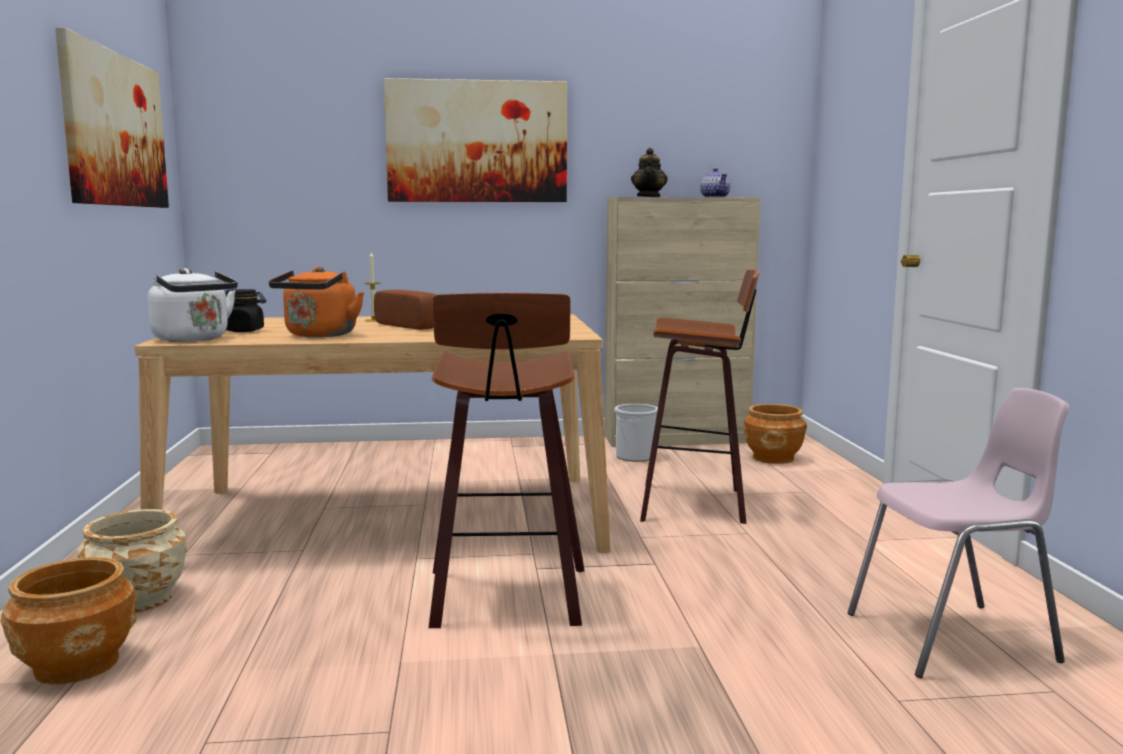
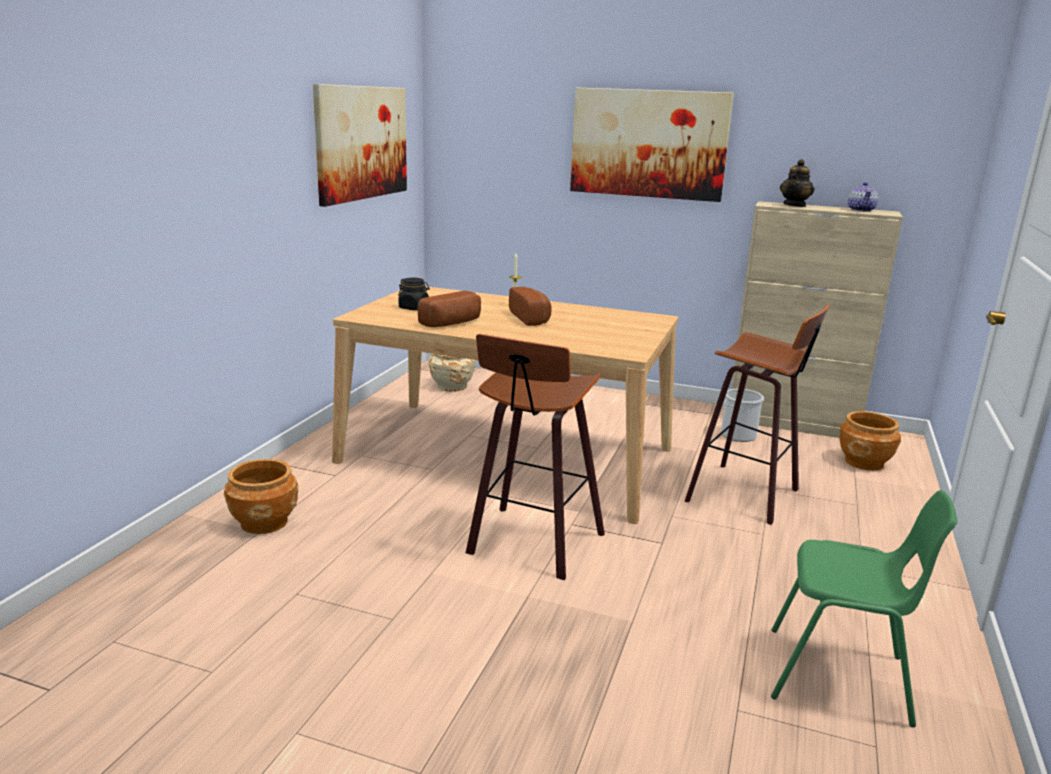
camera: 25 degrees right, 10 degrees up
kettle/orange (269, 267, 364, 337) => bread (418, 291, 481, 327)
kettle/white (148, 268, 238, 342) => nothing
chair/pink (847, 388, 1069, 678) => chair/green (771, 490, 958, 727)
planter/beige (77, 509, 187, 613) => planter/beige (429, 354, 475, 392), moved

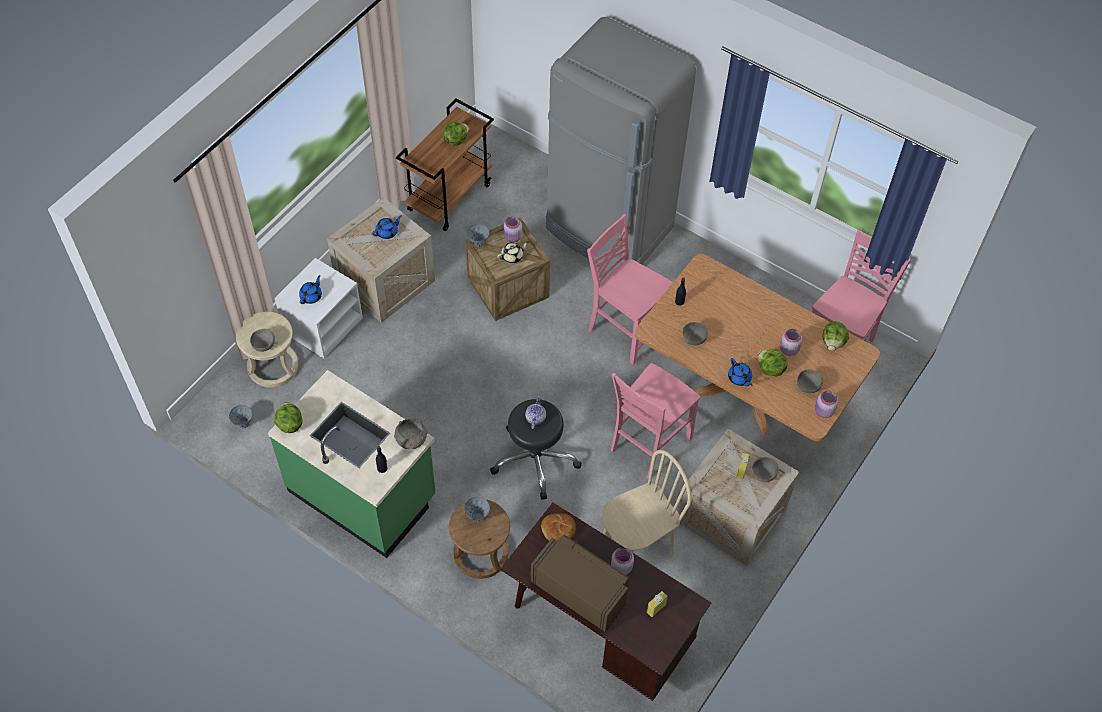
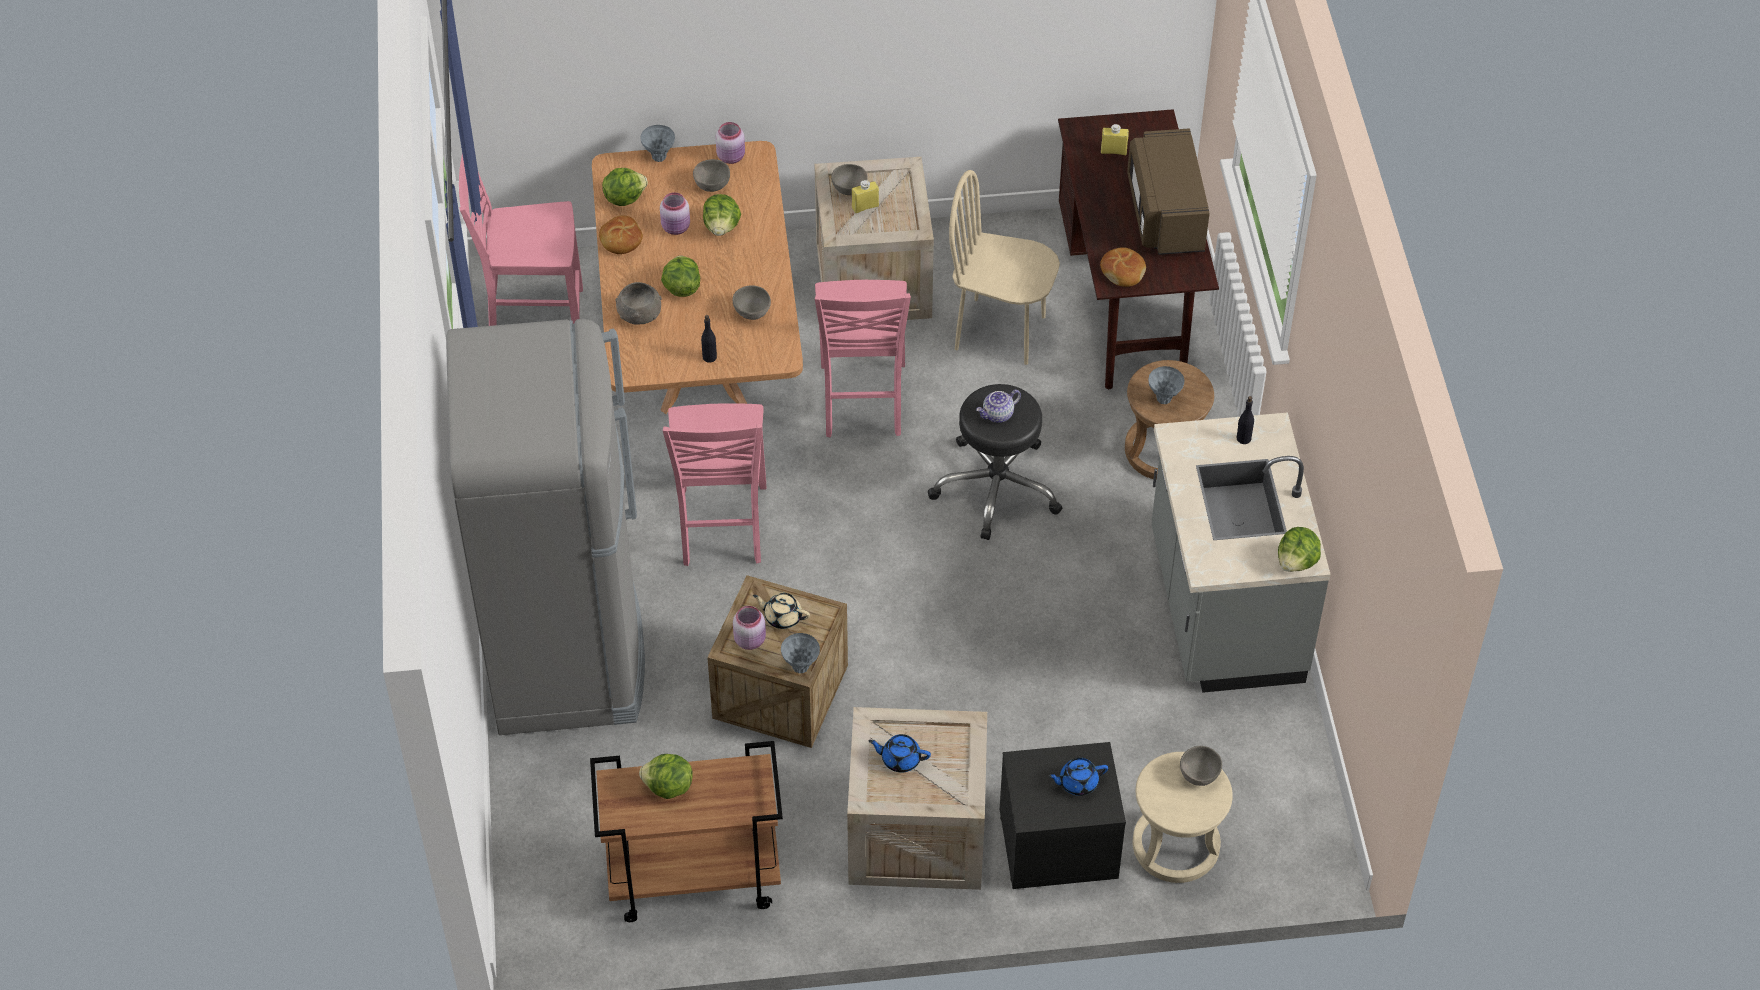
camera: 130 degrees left, 5 degrees down
nightstand/white (274, 258, 363, 358) => nightstand/black (1000, 742, 1126, 889)
teapot/blue (728, 358, 752, 386) => nothing
chair/pink (611, 363, 700, 478) => chair/pink (815, 280, 911, 437), 90 degrees clockwise
counter/green (268, 370, 436, 558) => counter/grey (1151, 412, 1331, 693)
vase/grey (229, 405, 253, 428) => vase/grey (640, 125, 675, 162), moved
bowl/grey (394, 418, 428, 450) => bowl/grey (615, 282, 662, 325), moved
jar/pink (611, 548, 634, 575) => nothing
nothing => bread (599, 215, 643, 254)
nothing => lettuce (661, 256, 700, 297)

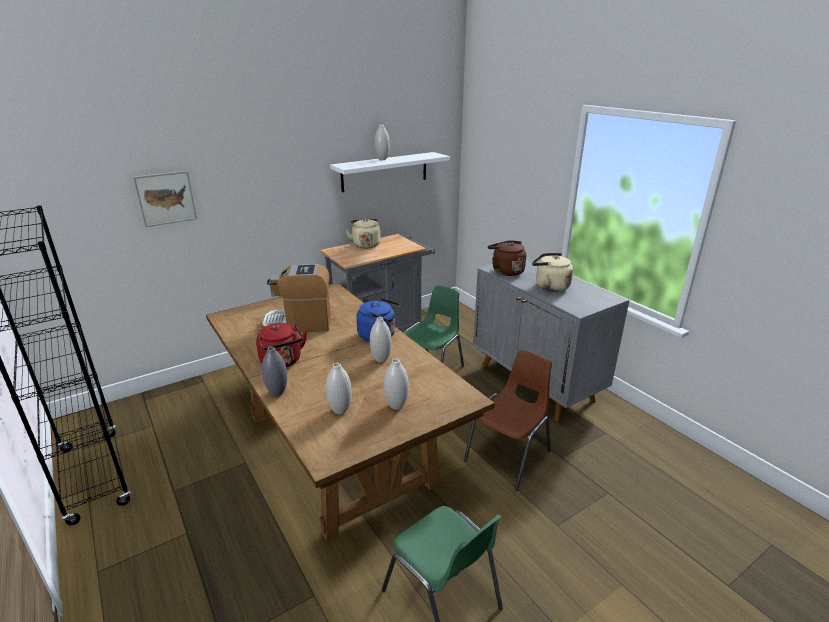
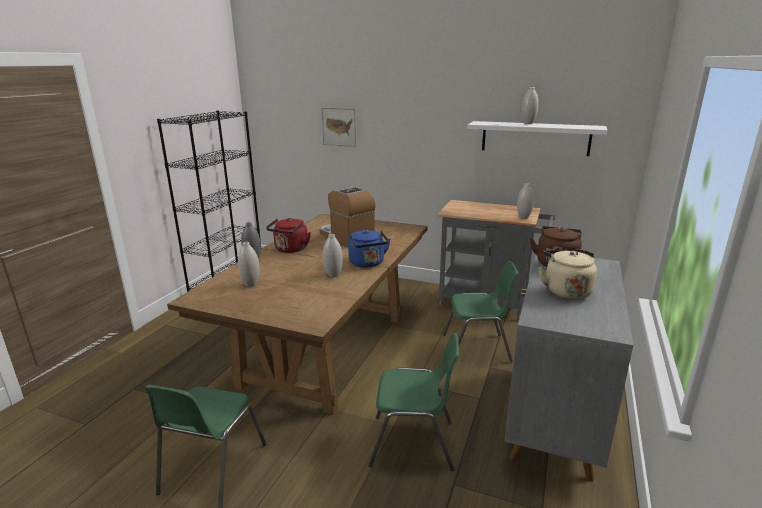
camera: 55 degrees right, 5 degrees down
kettle/beige (346, 219, 380, 248) => nothing
chair/brown (464, 350, 552, 491) => chair/green (368, 333, 459, 471)
vase/white (384, 359, 409, 410) => vase/white (517, 183, 534, 219), moved

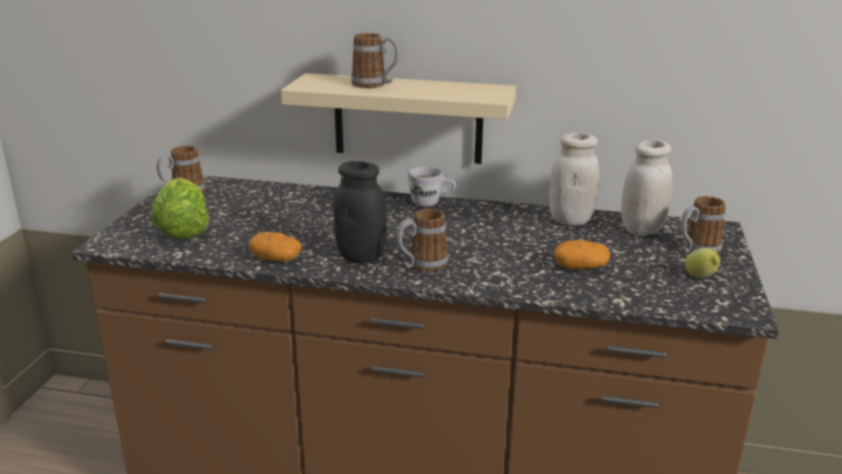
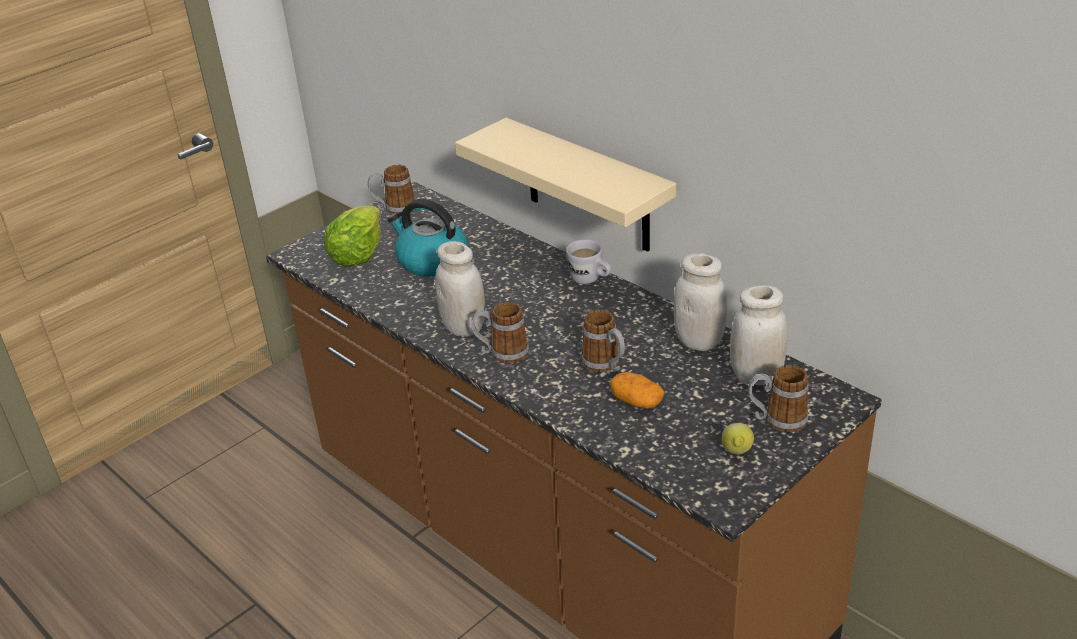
camera: 35 degrees right, 10 degrees up
mug (351, 33, 399, 88) => mug (581, 310, 625, 372), moved
jar/black (333, 161, 387, 263) => jar/white (435, 241, 485, 337)
potato (249, 232, 302, 261) => nothing
nothing => kettle (388, 199, 468, 277)

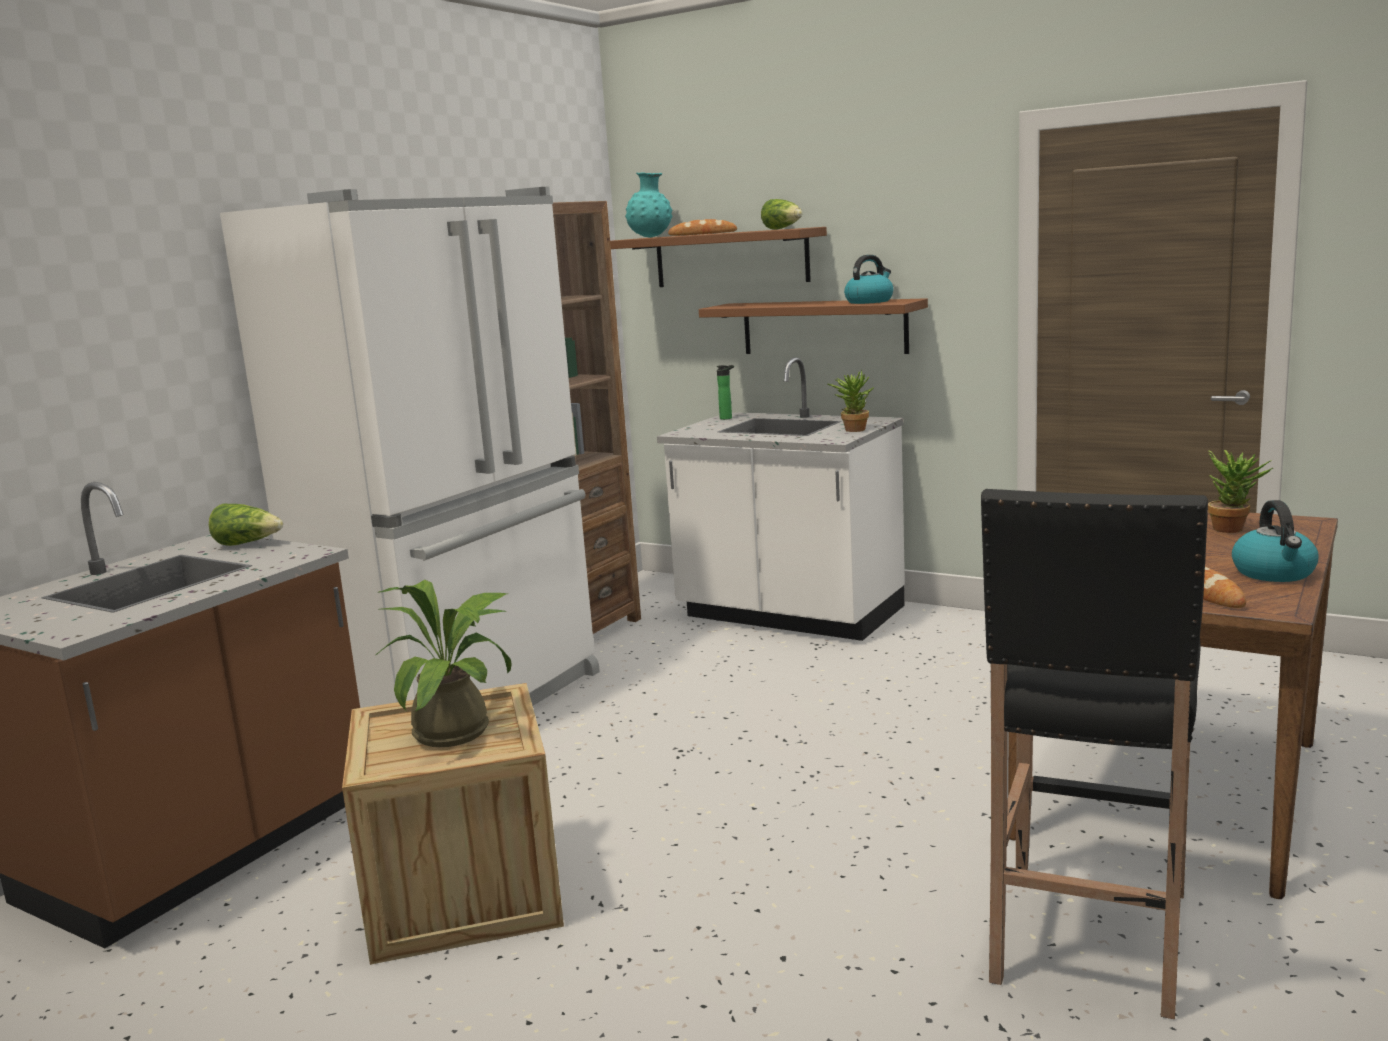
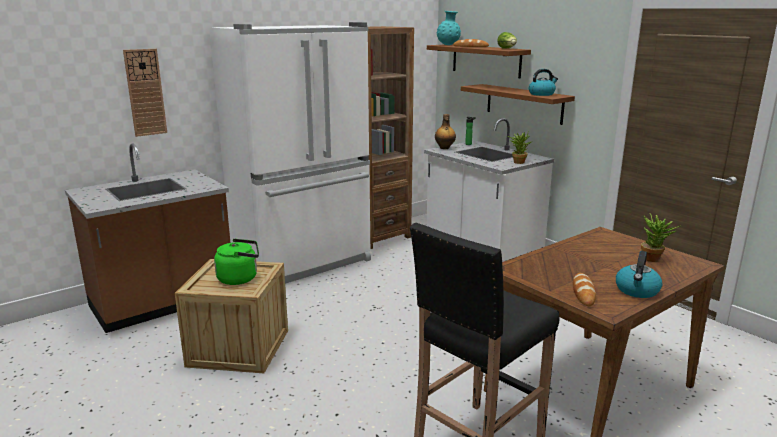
camera: 20 degrees right, 5 degrees up
lettuce (209, 504, 283, 546) => nothing
potted plant (376, 579, 512, 747) => kettle/green (214, 239, 259, 285)
nothing => wall clock (123, 49, 167, 137)
nothing => bottle (435, 114, 456, 149)

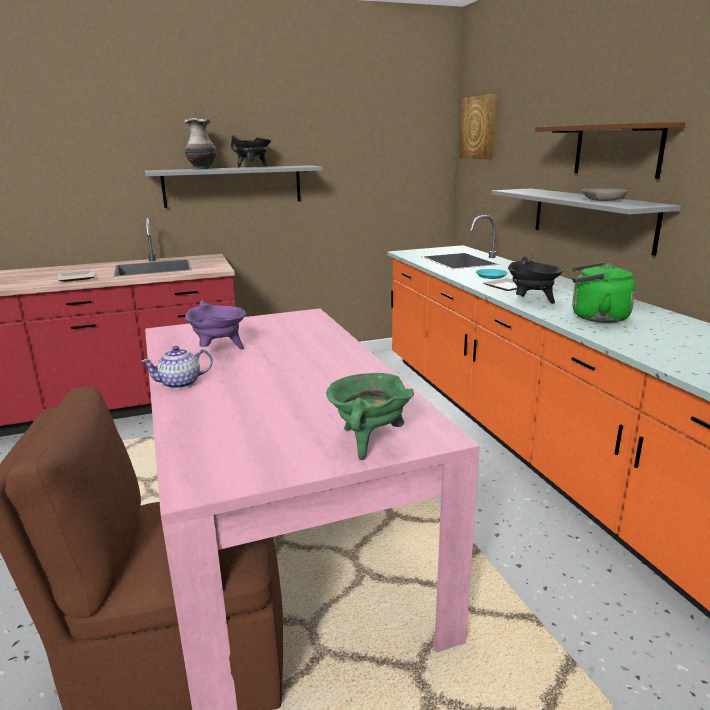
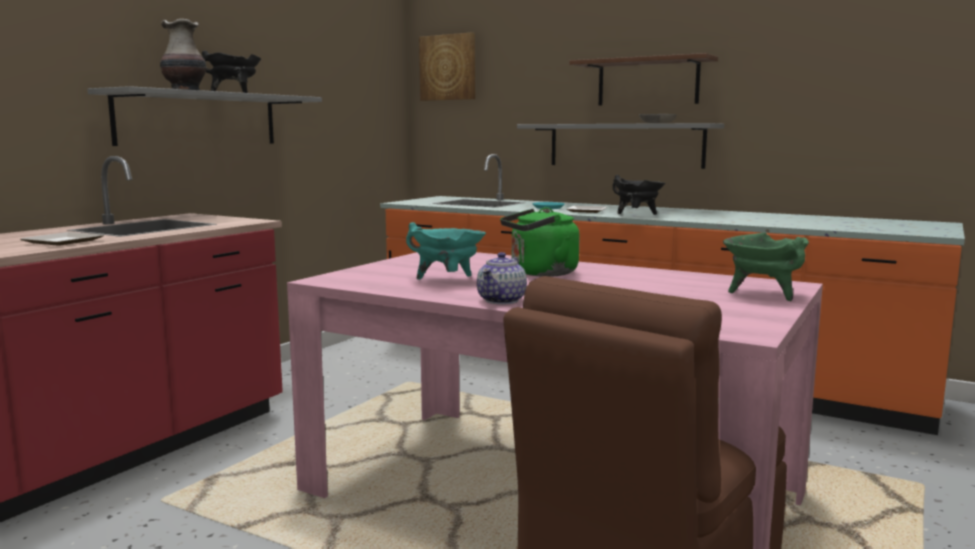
camera: 40 degrees left, 10 degrees down
kettle/green (572, 262, 636, 323) => kettle/green (500, 207, 580, 277), moved
cooking pot/purple (185, 300, 246, 349) => cooking pot/turquoise (406, 222, 486, 280)

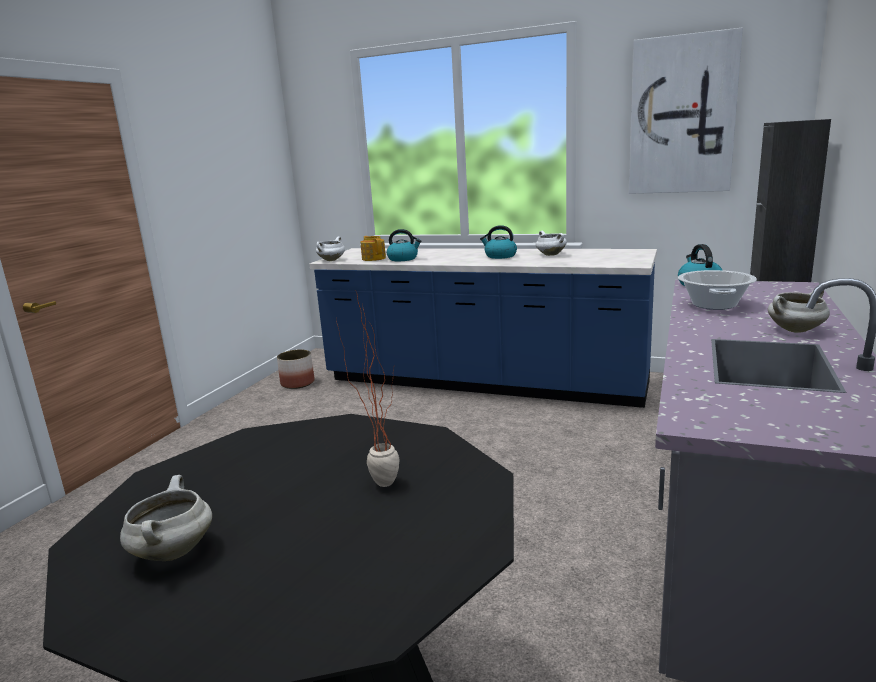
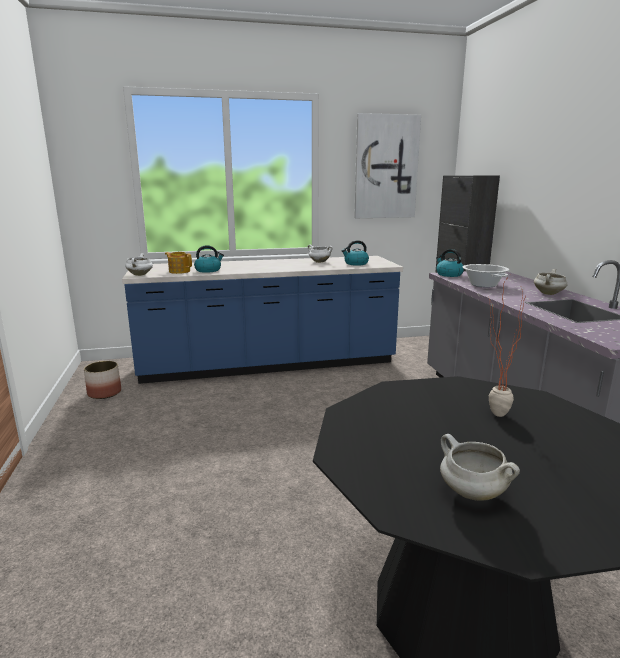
camera: 35 degrees left, 0 degrees up
kettle (480, 225, 517, 259) => kettle (342, 240, 369, 266), moved

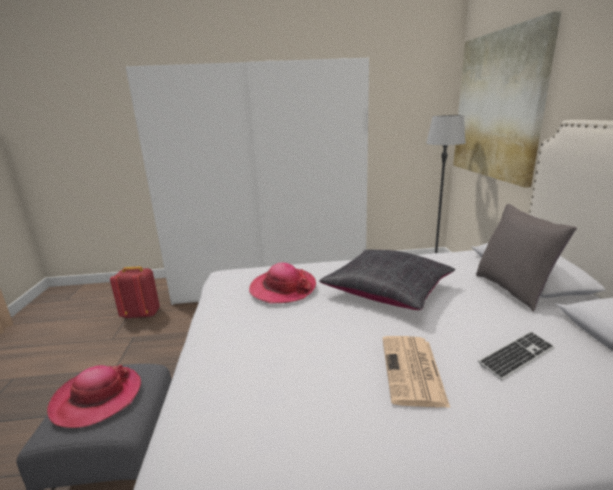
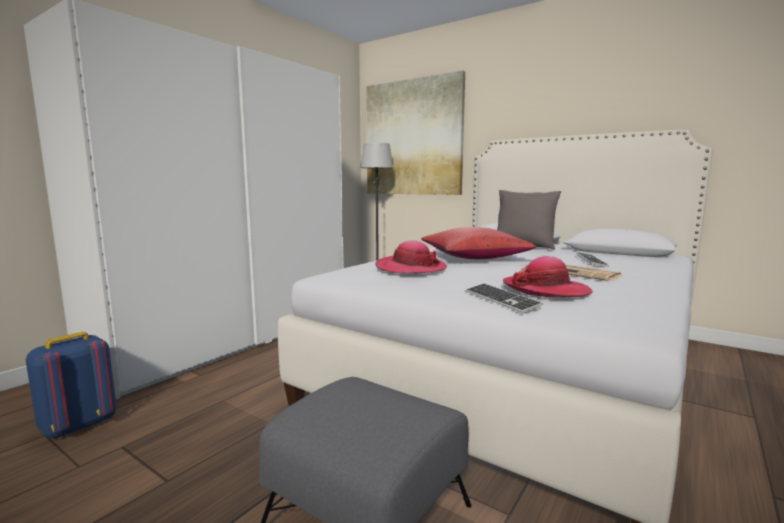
camera: 50 degrees left, 10 degrees down
pillow/black (319, 249, 455, 310) => pillow/red (421, 227, 536, 259)
backpack/red (110, 266, 160, 319) => backpack/blue (26, 332, 117, 439)
hat (47, 364, 141, 428) => hat (503, 256, 593, 298), moved
nothing => keyboard (465, 284, 543, 313)

